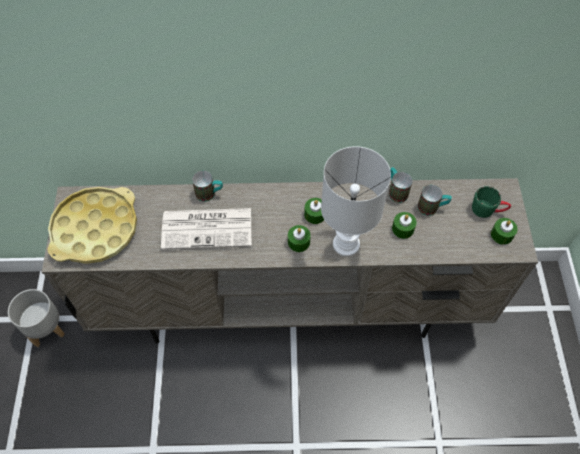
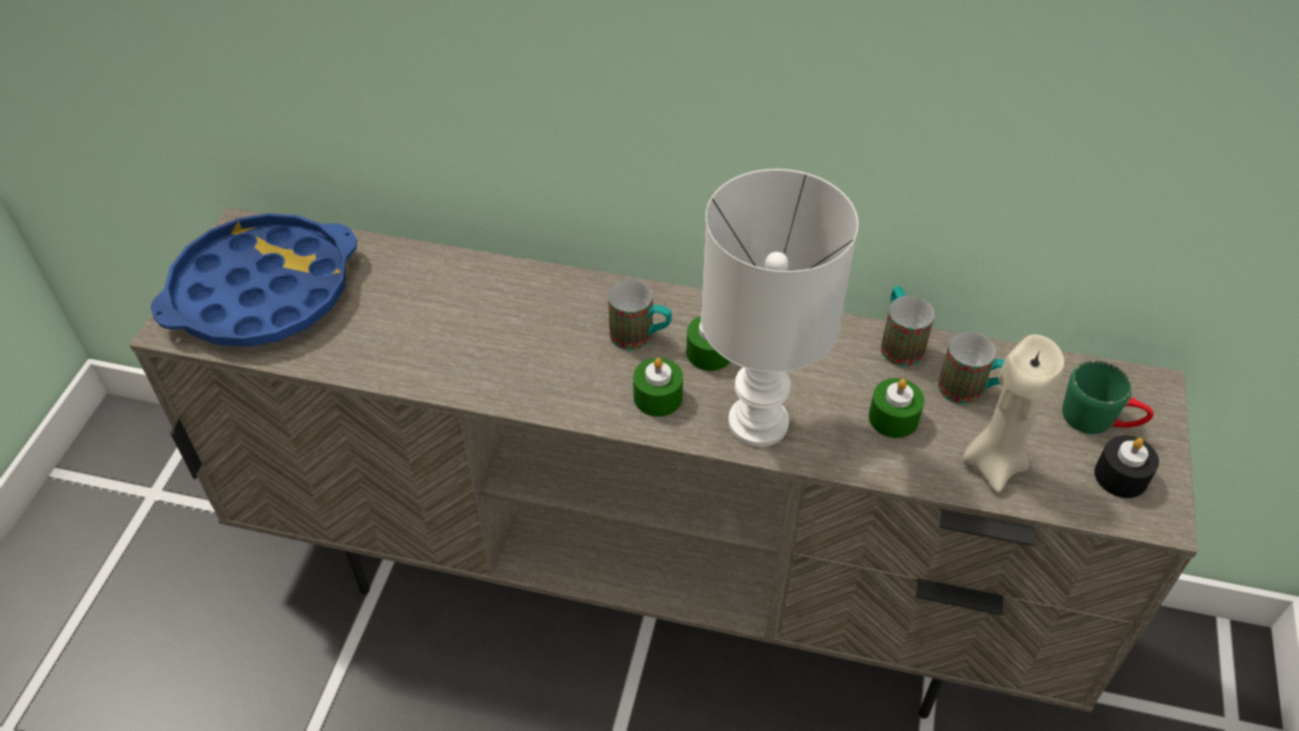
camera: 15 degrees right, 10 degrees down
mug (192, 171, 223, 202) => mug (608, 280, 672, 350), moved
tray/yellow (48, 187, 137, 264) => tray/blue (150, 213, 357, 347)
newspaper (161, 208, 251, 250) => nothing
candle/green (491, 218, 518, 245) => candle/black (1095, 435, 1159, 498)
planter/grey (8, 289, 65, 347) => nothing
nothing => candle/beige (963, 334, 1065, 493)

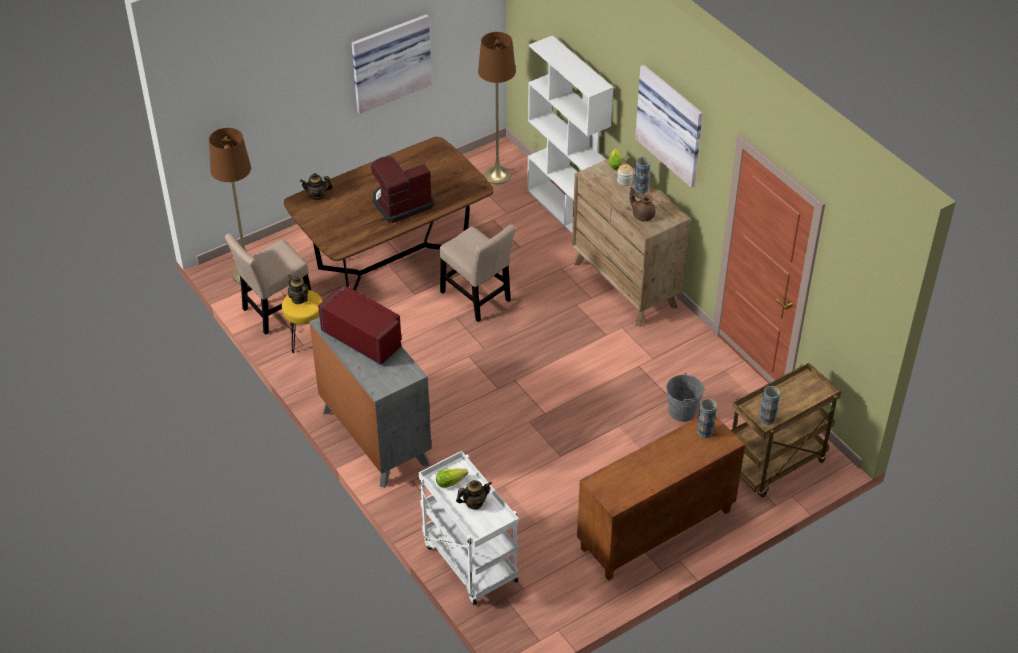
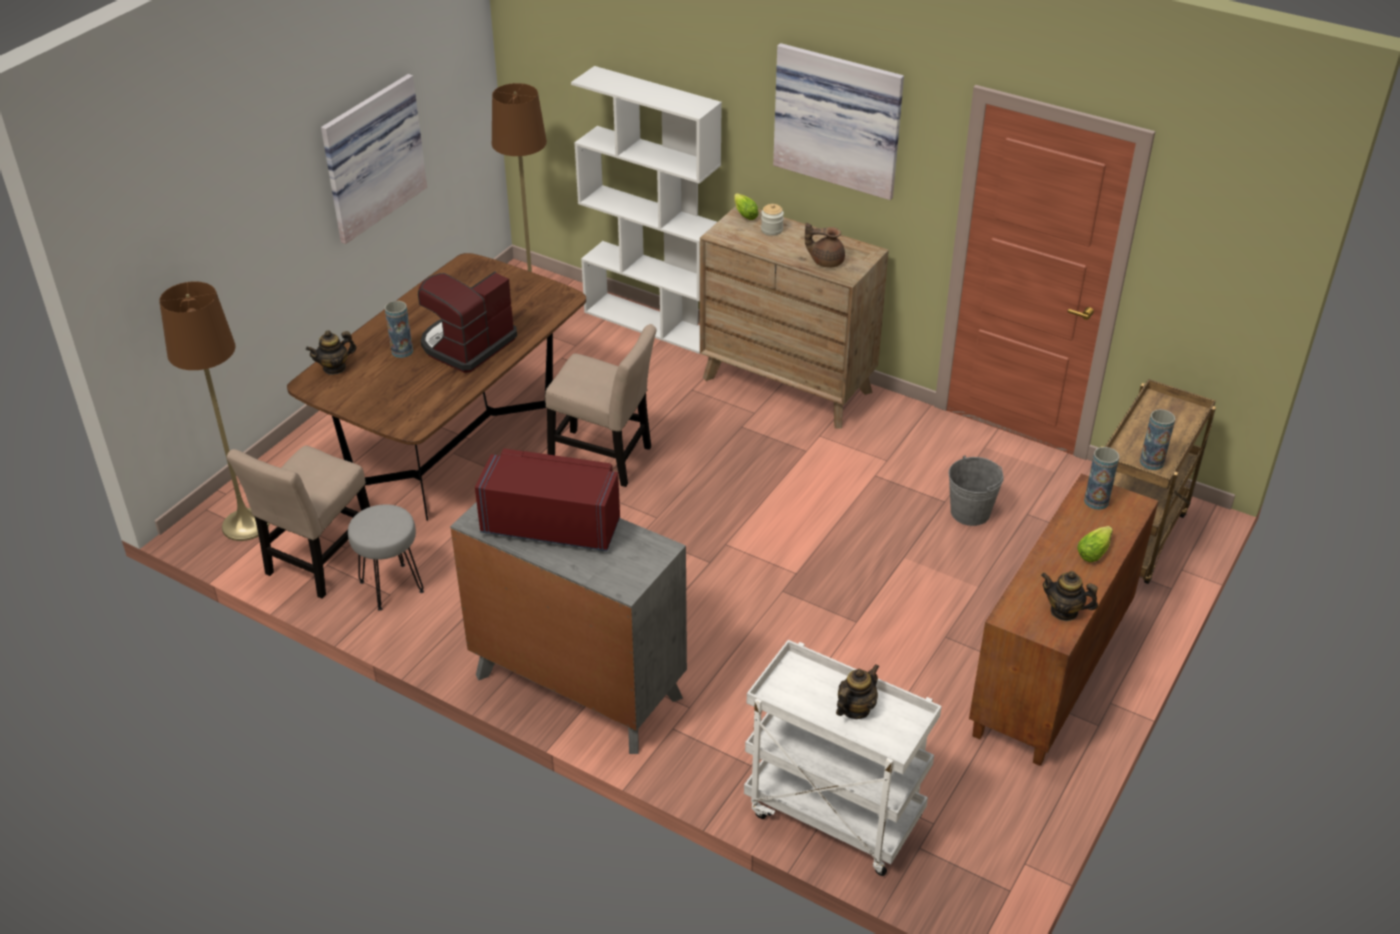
camera: 25 degrees left, 5 degrees down
vase (634, 157, 651, 194) => vase (384, 301, 413, 358), moved
teapot (288, 275, 309, 304) => teapot (1041, 571, 1098, 621), moved
stool/yellow (282, 290, 323, 353) => stool/grey (348, 504, 424, 611)
lettuce (436, 468, 468, 488) => lettuce (1077, 526, 1113, 562), moved

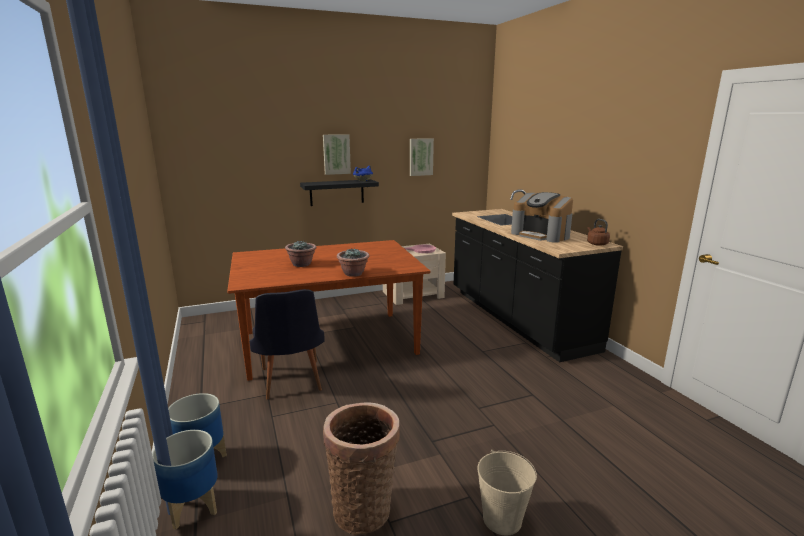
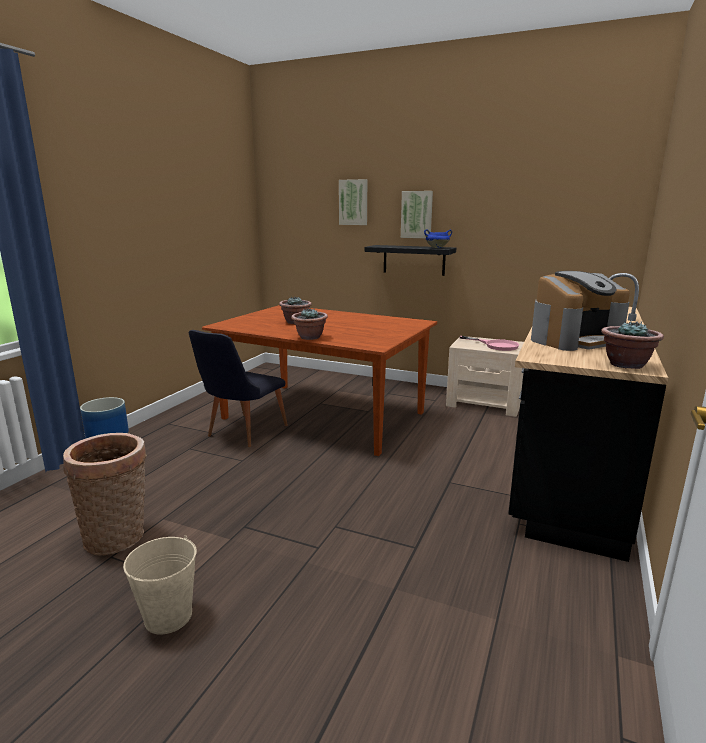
camera: 45 degrees right, 0 degrees up
picture (410, 138, 434, 176) => picture (339, 179, 367, 225), moved
coffee machine (511, 192, 573, 243) => coffee machine (531, 271, 630, 351), 120 degrees counterclockwise
kettle/brown (587, 219, 610, 246) => potted plant (601, 320, 664, 369)
planter (152, 430, 218, 530) => nothing

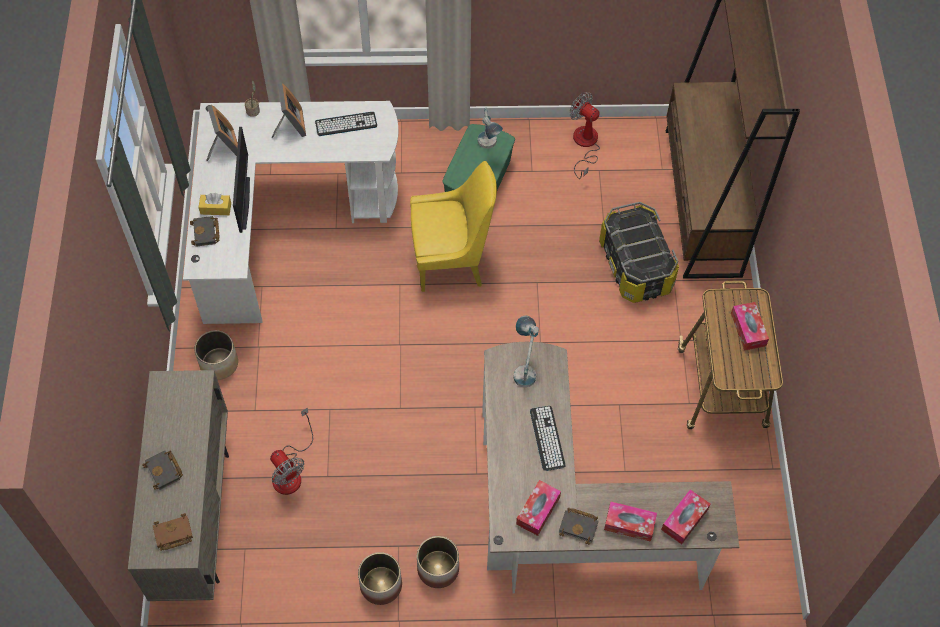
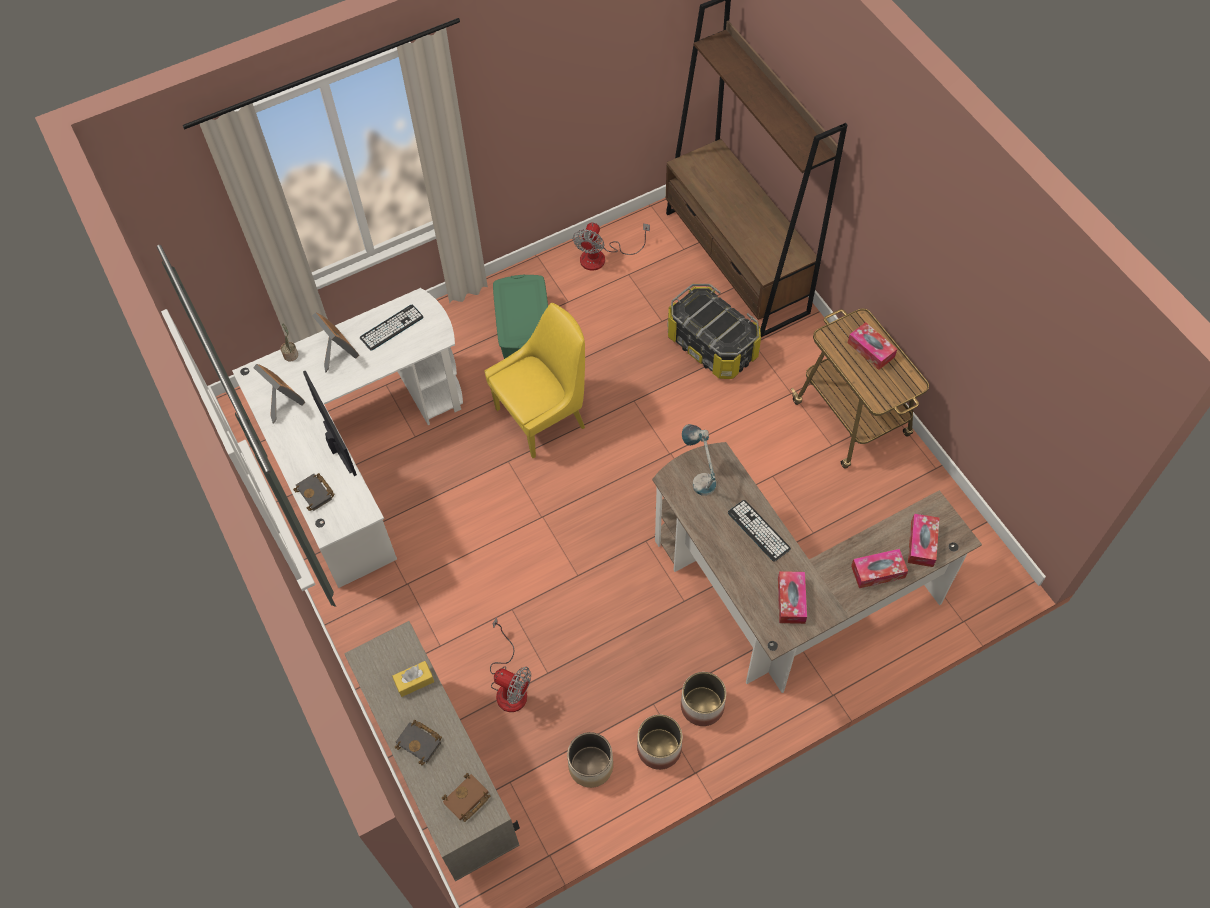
camera: 25 degrees left, 0 degrees up
fan (569, 92, 600, 179) => fan (572, 223, 650, 271), 90 degrees counterclockwise
table lamp (478, 108, 503, 149) => nothing
tissue box/yellow (198, 193, 231, 215) => tissue box/yellow (392, 661, 434, 697), moved
planter (194, 330, 238, 380) => planter (567, 732, 613, 788), moved
book/black (559, 507, 598, 545) => nothing

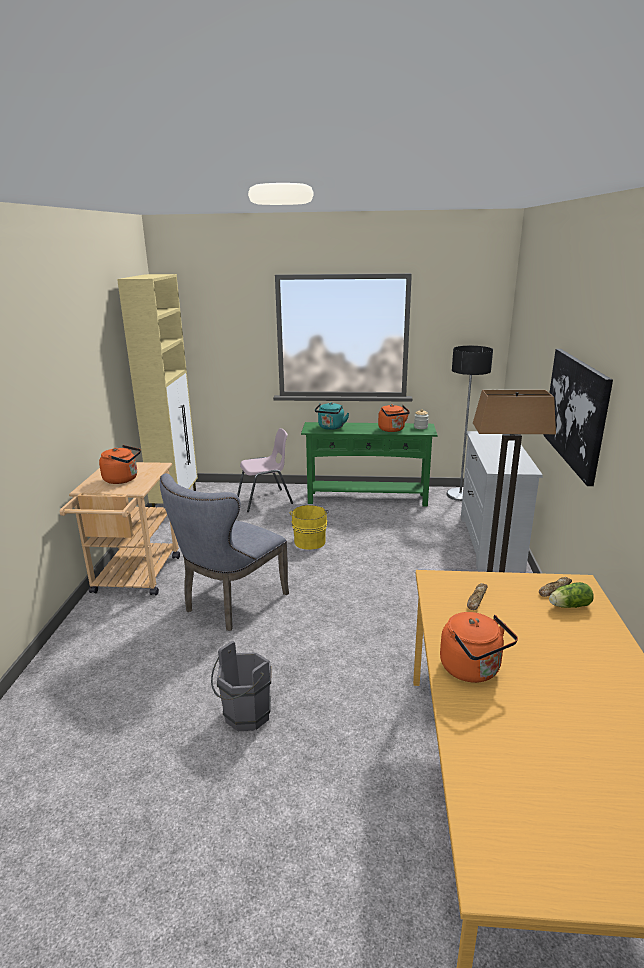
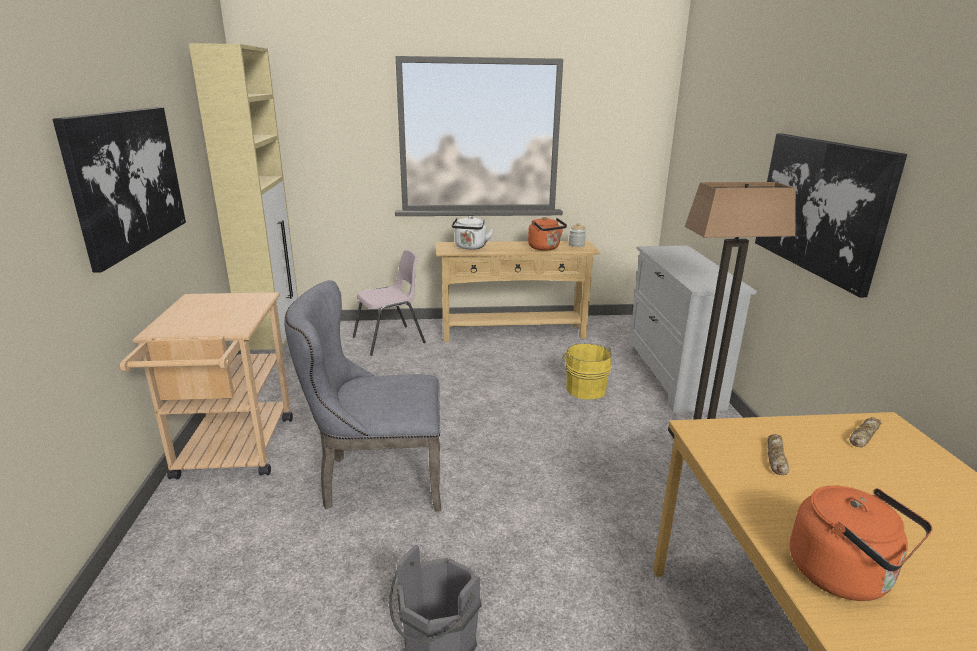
camera: 10 degrees left, 0 degrees up
floor lamp (447, 346, 493, 501) => nothing
kettle/turquoise (315, 402, 349, 430) => kettle/white (452, 216, 494, 250)
console table/green (301, 422, 438, 507) => console table/beige (436, 241, 600, 342)
kettle/orange (99, 445, 141, 484) => nothing
chair/grey (160, 473, 289, 631) => chair/grey (284, 280, 441, 511), 60 degrees clockwise
bucket/yellow (290, 505, 329, 550) => bucket/yellow (562, 343, 612, 399), moved
lettuce (549, 582, 594, 608) => nothing
nothing => picture (53, 107, 186, 273)

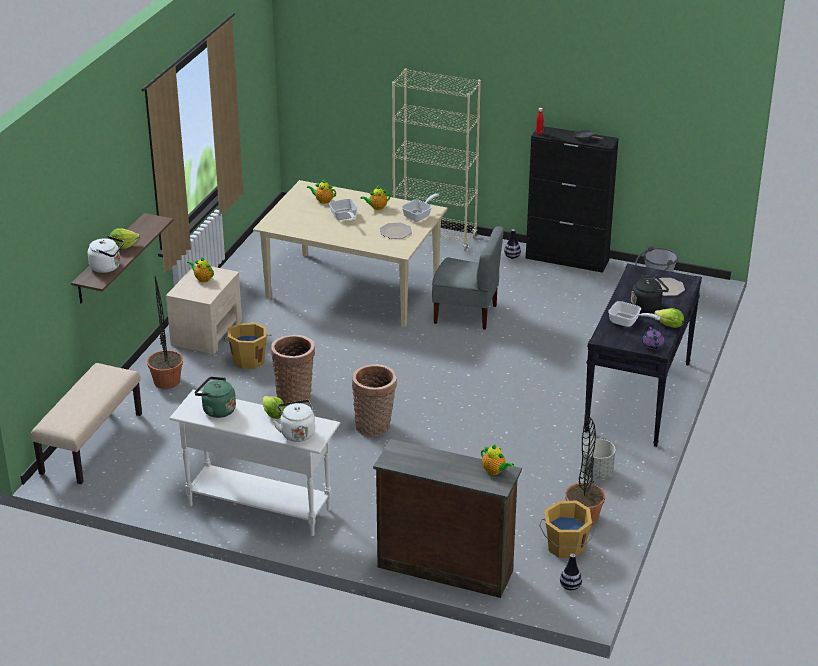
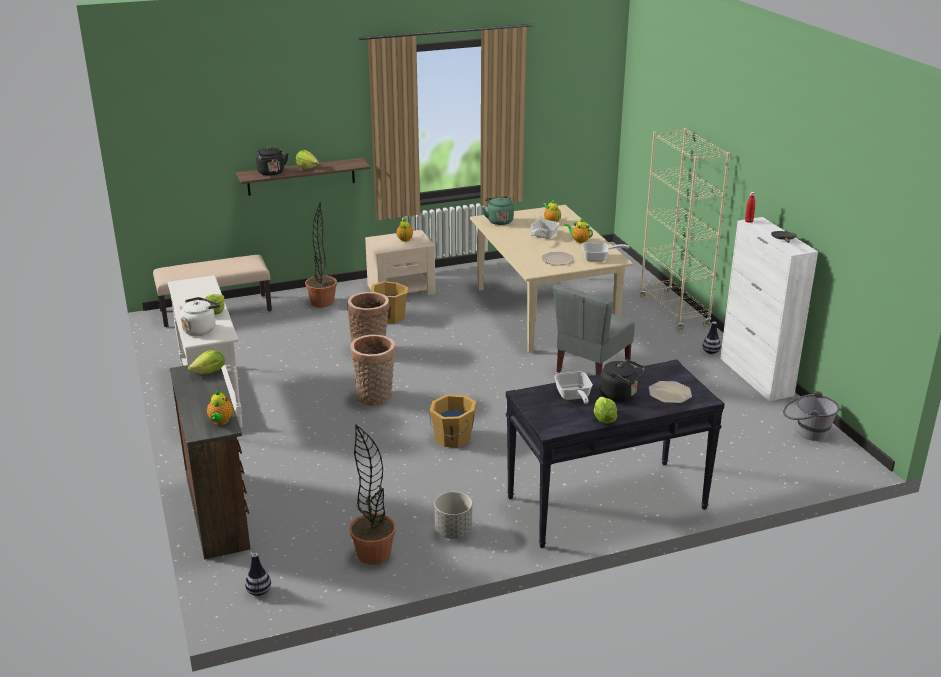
camera: 50 degrees right, 5 degrees down
cabinet/black (526, 126, 619, 273) => cabinet/white (720, 217, 818, 401)
chair/grey (432, 226, 504, 330) => chair/grey (553, 285, 635, 375), 60 degrees clockwise
kettle/white (88, 236, 124, 273) => kettle/black (256, 147, 288, 176)
teapot/purple (642, 327, 665, 350) => nothing
kettle/green (195, 377, 236, 418) => kettle/green (482, 196, 514, 225), moved
bucket/orange (539, 500, 596, 558) => bucket/orange (429, 394, 476, 448), moved
nothing => lettuce (188, 350, 225, 374)

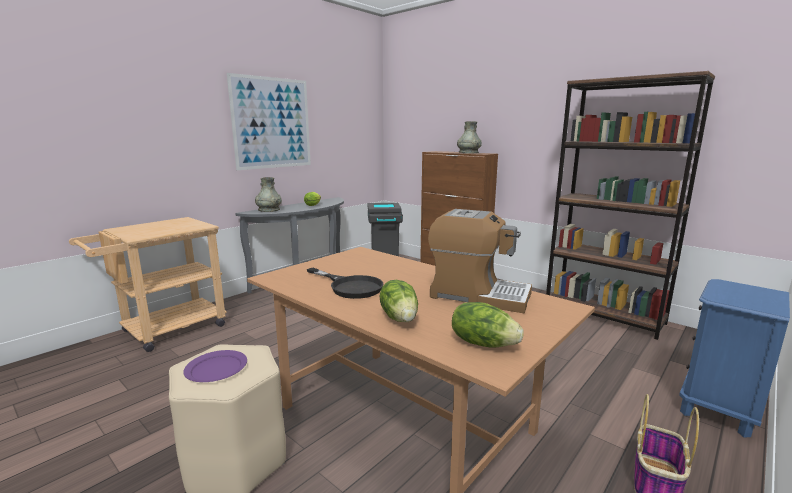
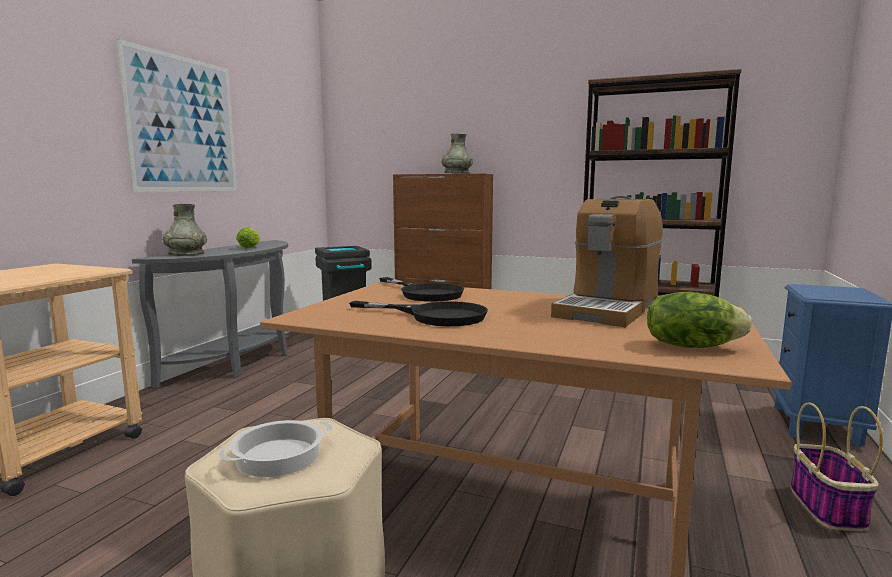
camera: 20 degrees left, 5 degrees down
coffee machine (428, 209, 532, 313) => coffee machine (551, 196, 663, 327), 120 degrees clockwise
lettuce (380, 280, 418, 322) => nothing
plate/purple (183, 350, 247, 382) => cooking pot (218, 420, 333, 477)
nothing => frying pan/black (379, 277, 464, 302)

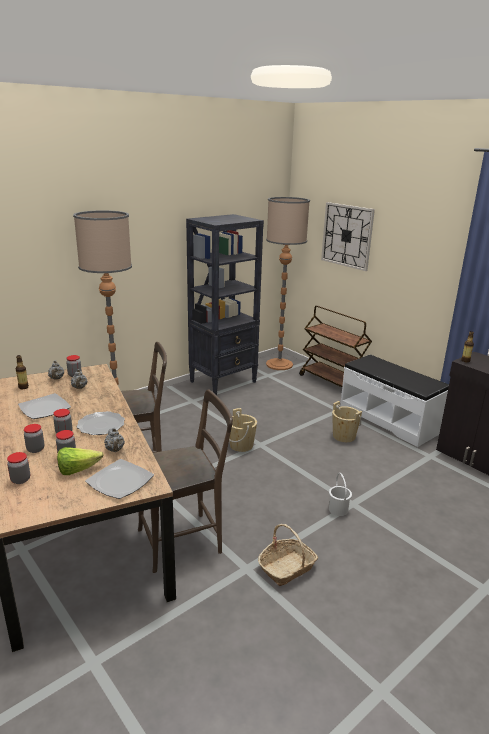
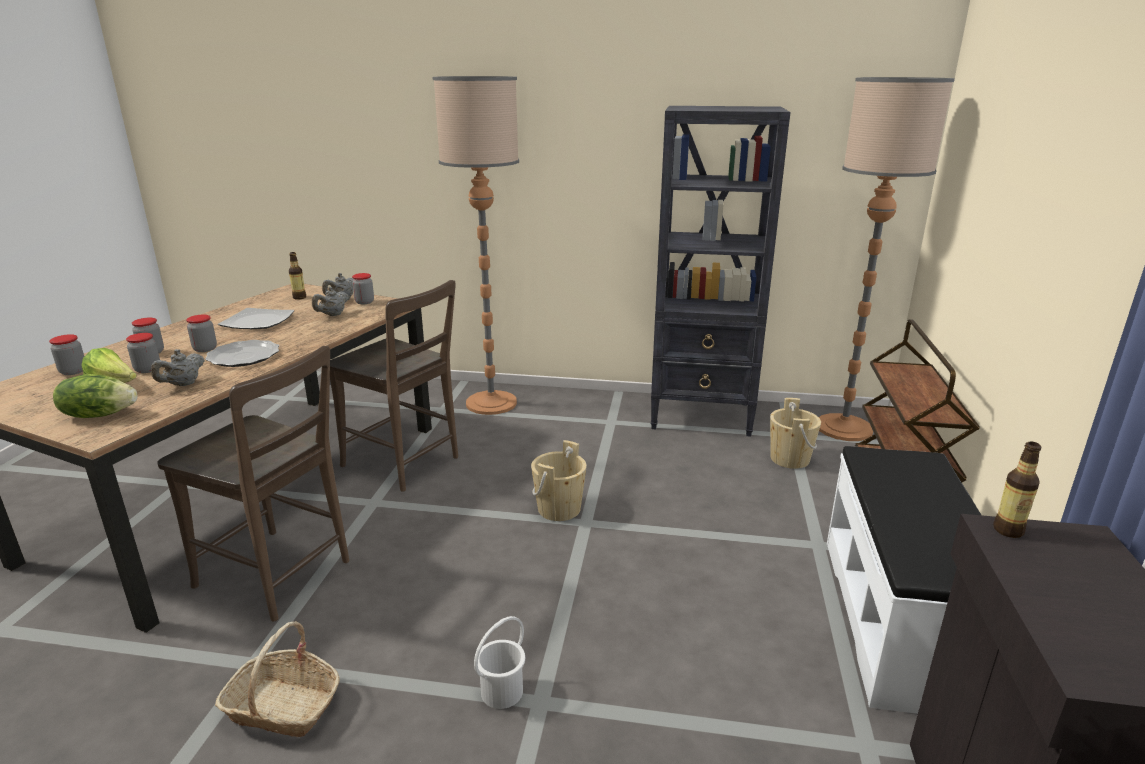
camera: 50 degrees right, 0 degrees up
wall clock (321, 202, 375, 271) => nothing
bucket/beige (332, 401, 362, 442) => bucket/beige (770, 398, 821, 469), moved
plate (85, 459, 154, 499) => lettuce (53, 374, 137, 418)

